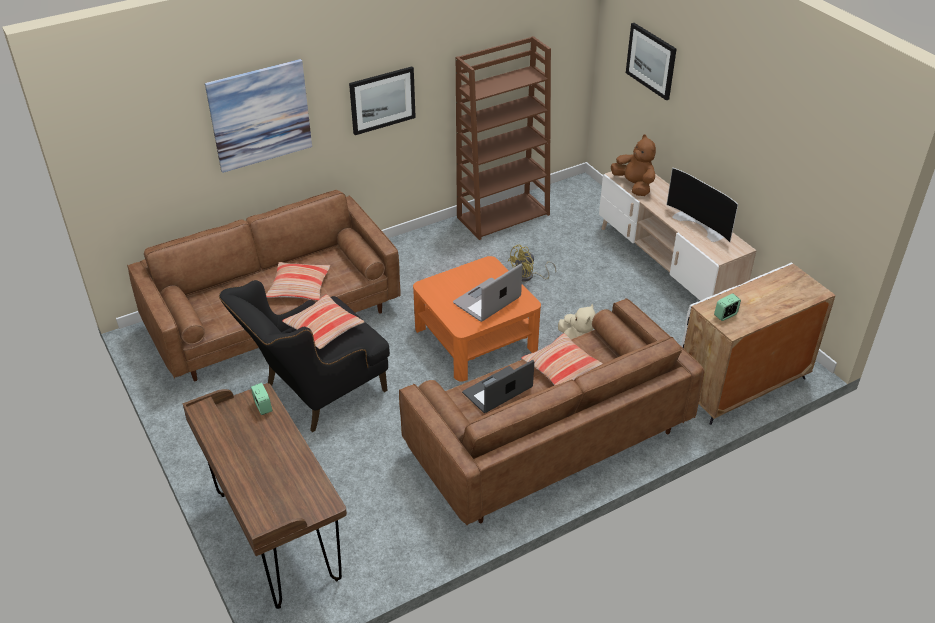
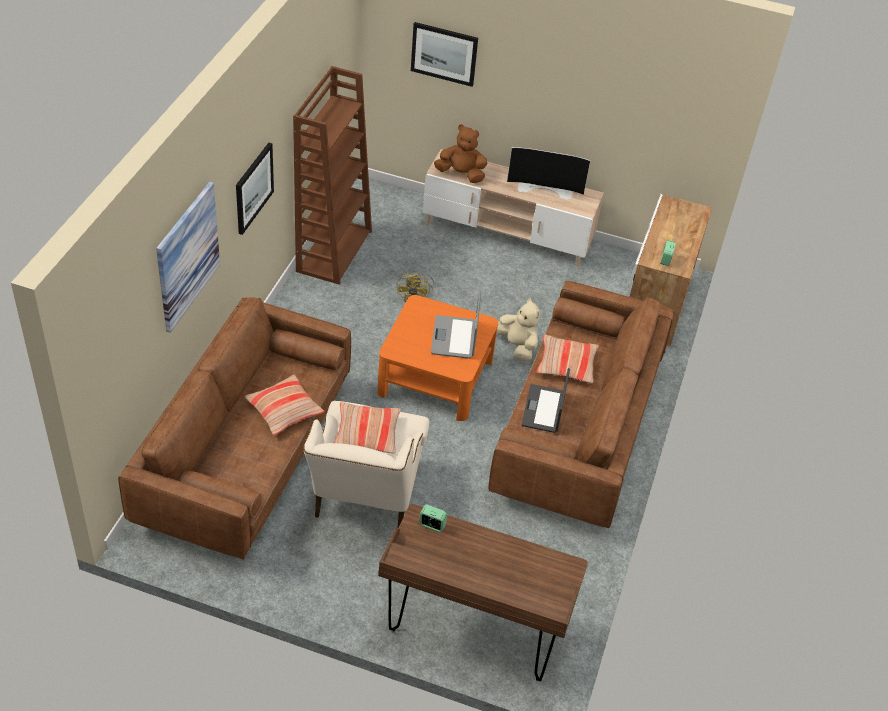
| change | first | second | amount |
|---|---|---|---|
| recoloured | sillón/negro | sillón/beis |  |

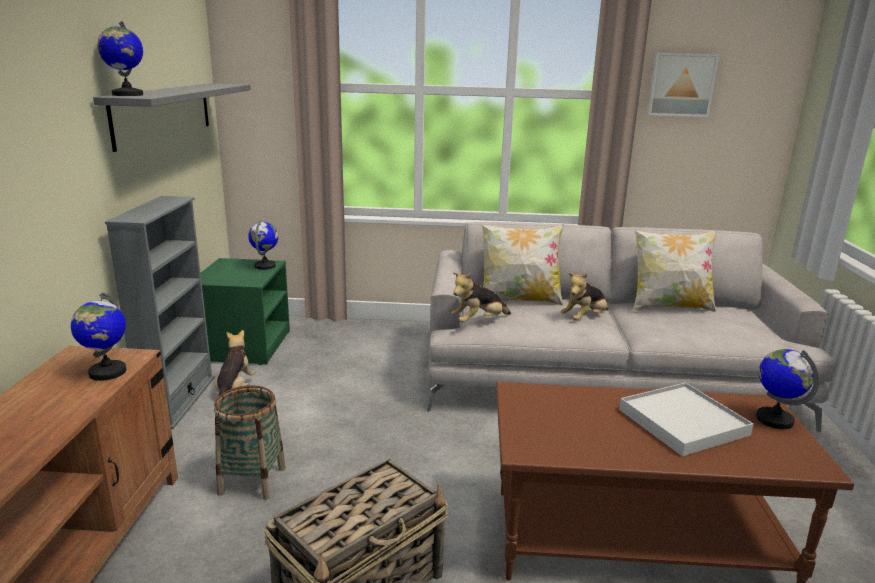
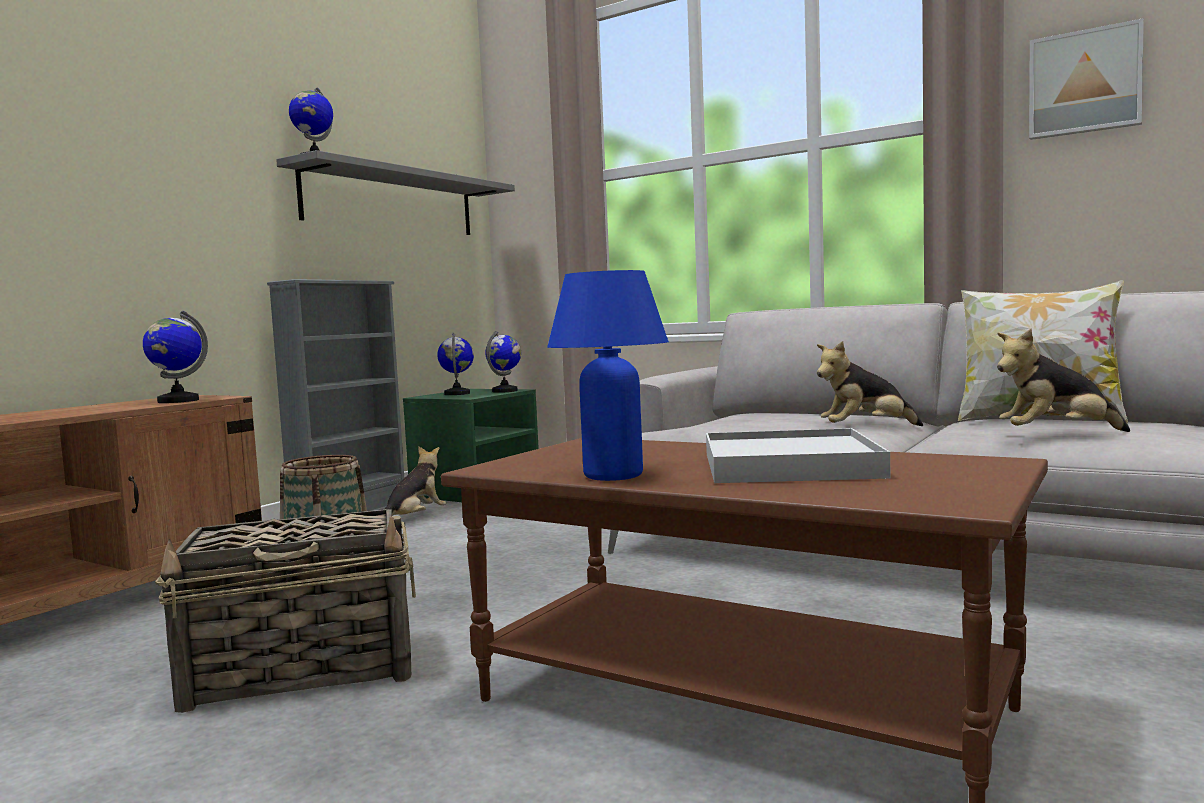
| change | first | second | amount |
|---|---|---|---|
| removed | cojín (1st from left) |  |  |
| moved | peluche (2nd from left in the first image) | peluche (3rd from left) |  |
| moved | globo terráqueo (4th from left in the first image) | globo terráqueo (3rd from left) |  |
| added |  | lámpara de mesa/azul |  |

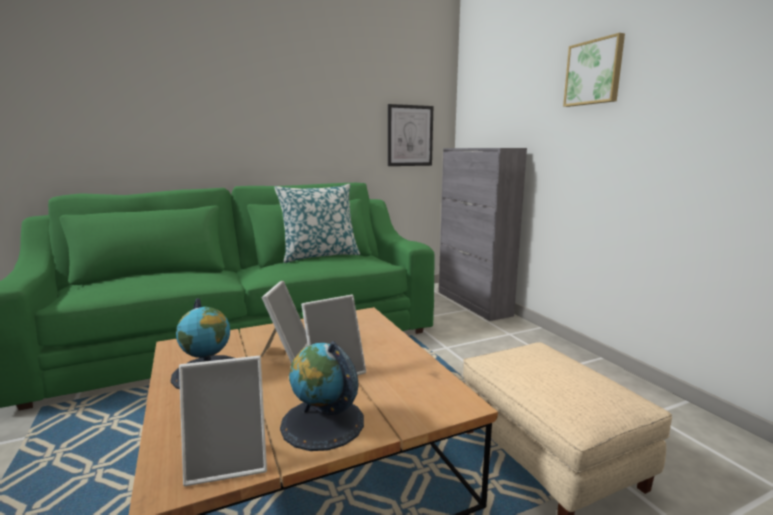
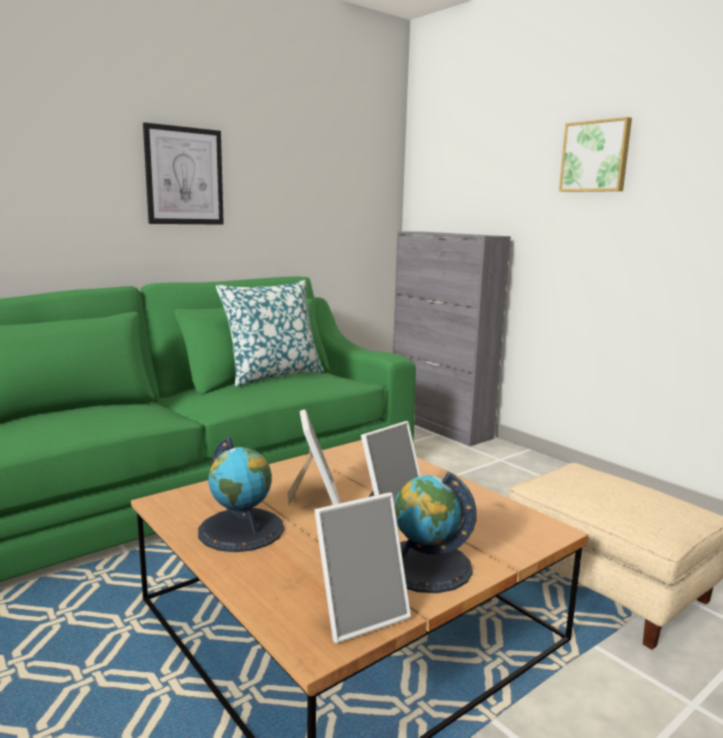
| change | first | second | amount |
|---|---|---|---|
| moved | cuadro (1st from left) |  |  |

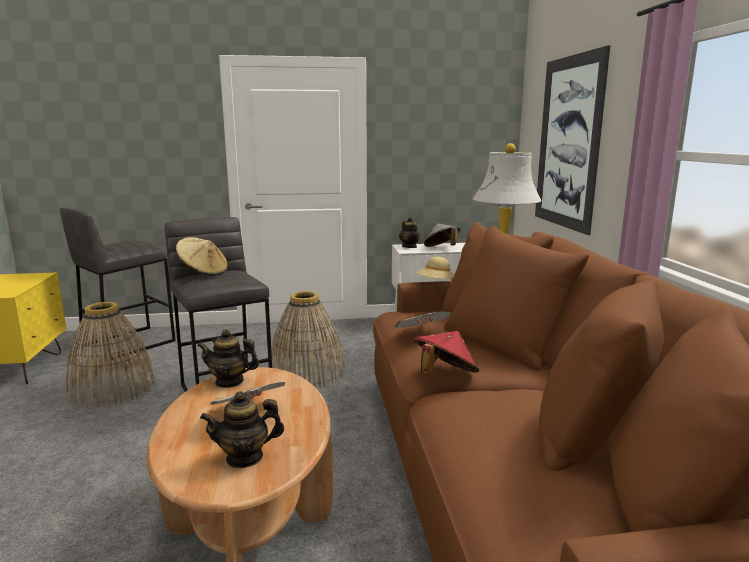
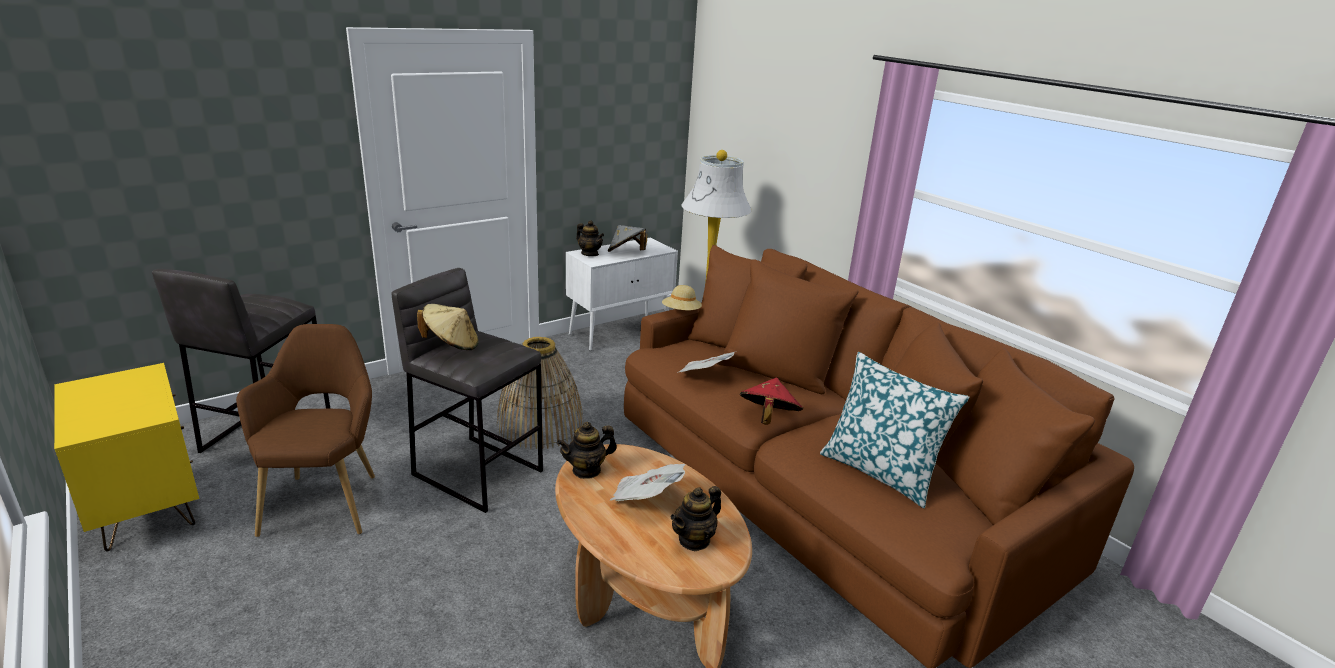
| change | first | second | amount |
|---|---|---|---|
| removed | cuadro |  |  |
| replaced | cesta (1st from left) | sillón/marrón |  |
| added |  | cojín |  |

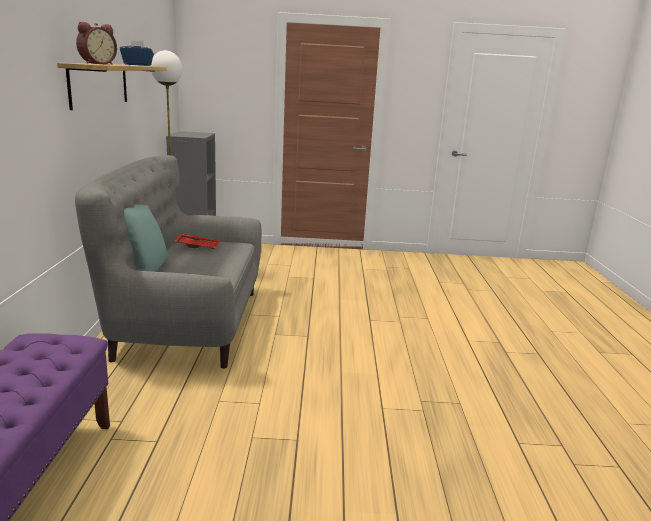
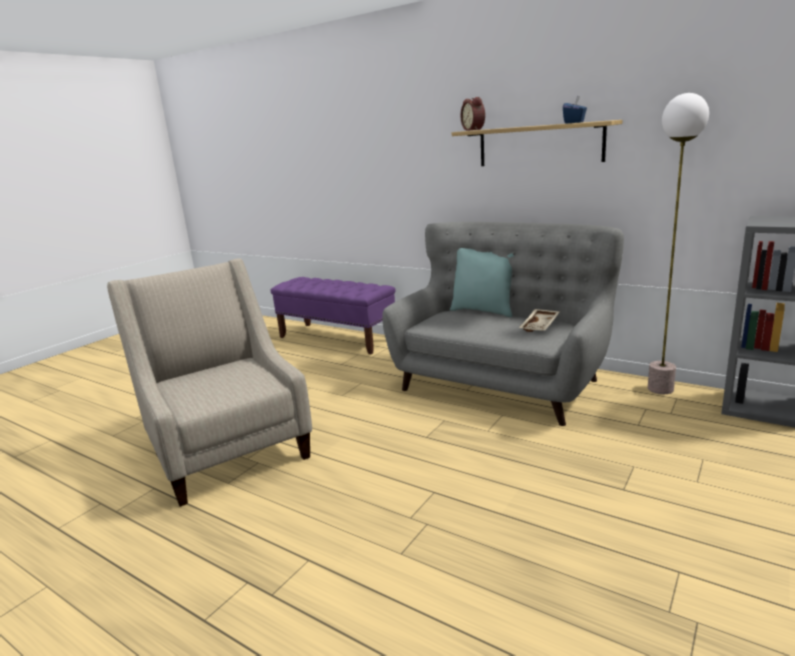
| change | first | second | amount |
|---|---|---|---|
| recoloured | bandeja/rojo | bandeja/beis |  |
| added |  | sillón/beis |  |

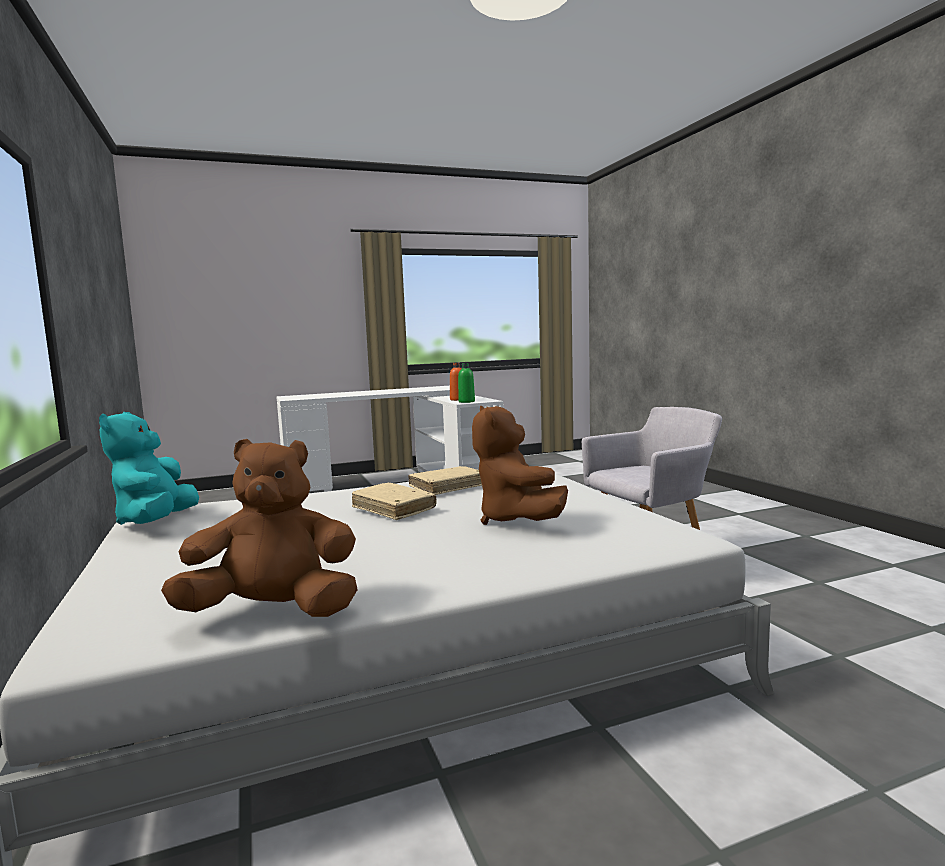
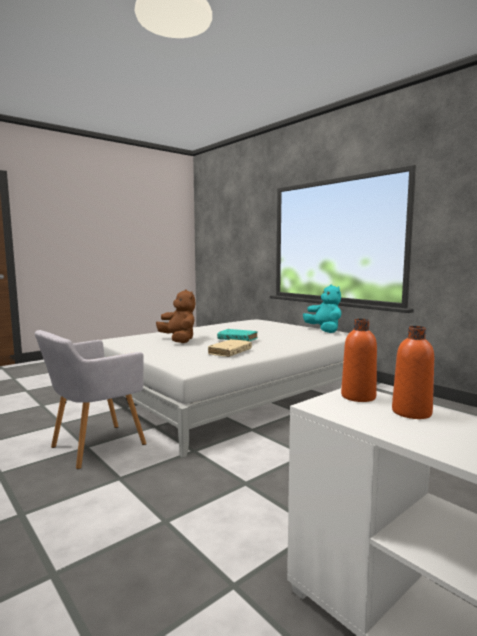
| change | first | second | amount |
|---|---|---|---|
| recoloured | botella/verde | botella/naranja (1st from left) |  |
| removed | peluche/marrón (1st from left) |  |  |
| recoloured | libro/beis (1st from left) | libro/turquesa |  |

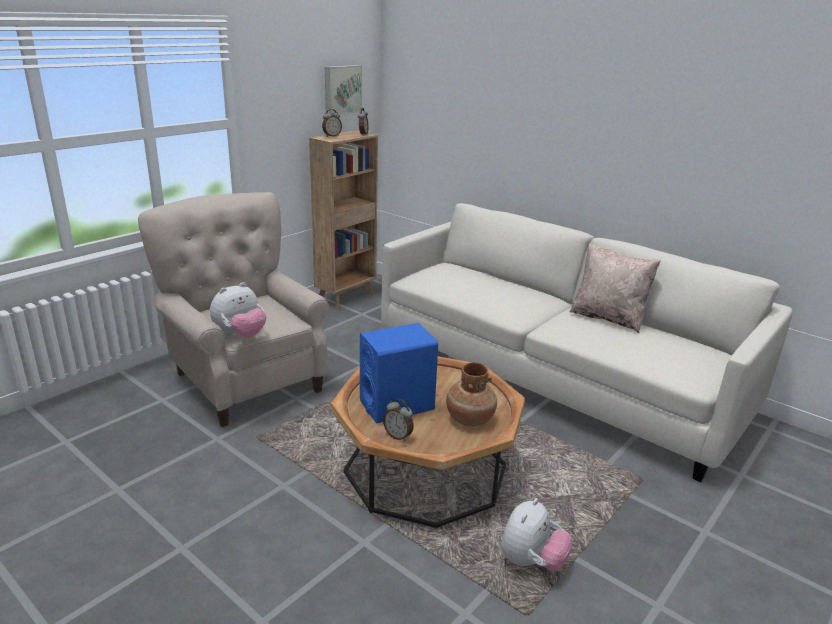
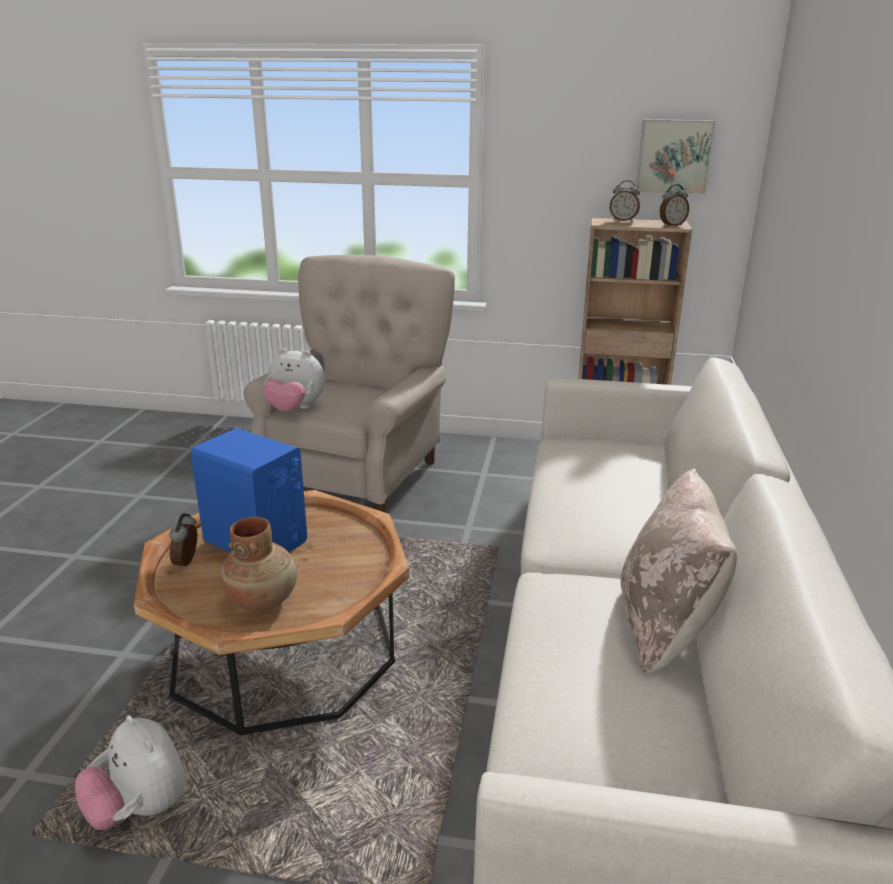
| change | first | second | amount |
|---|---|---|---|
| turned | peluche (2nd from left in the first image) | peluche (1st from left) | 45 degrees clockwise |

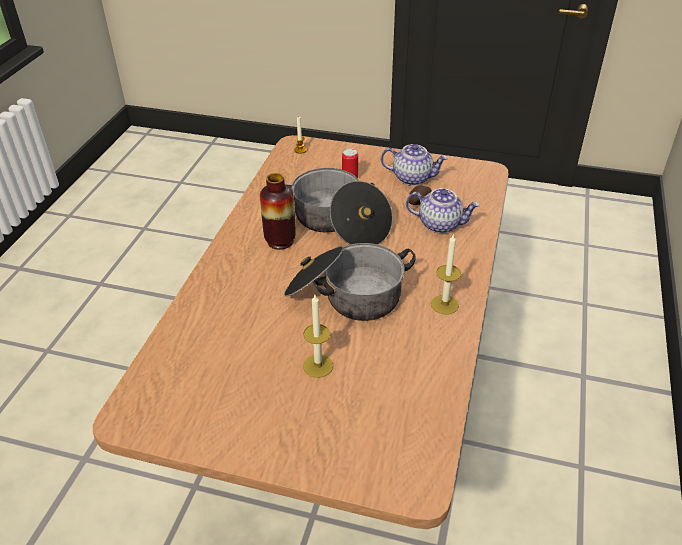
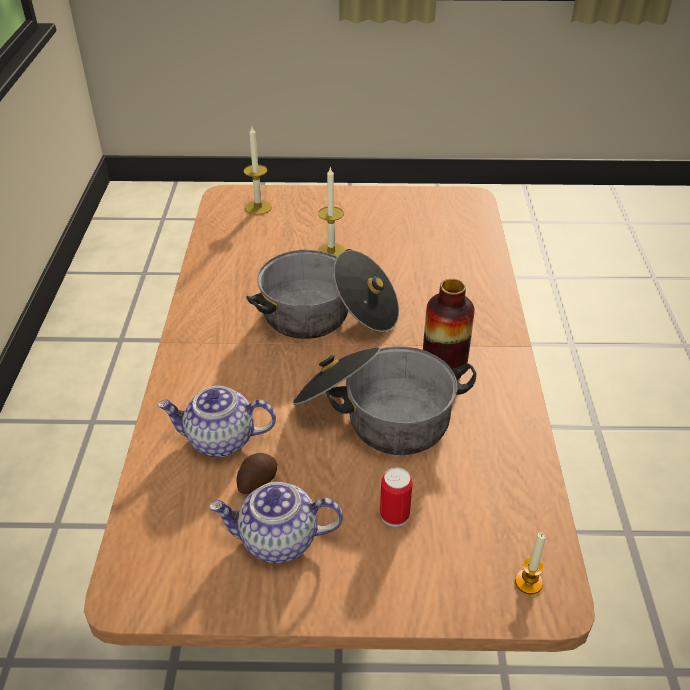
| change | first | second | amount |
|---|---|---|---|
| moved | vela (3rd from left in the first image) | vela (1st from left) |  |

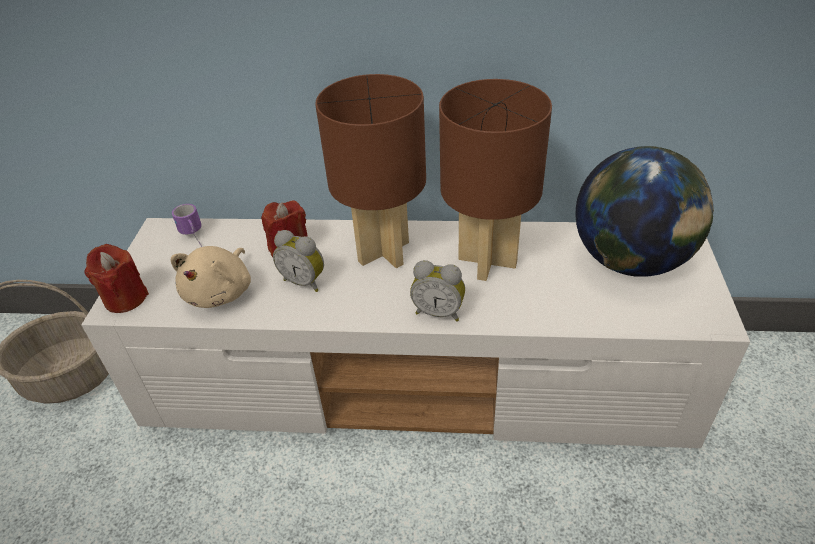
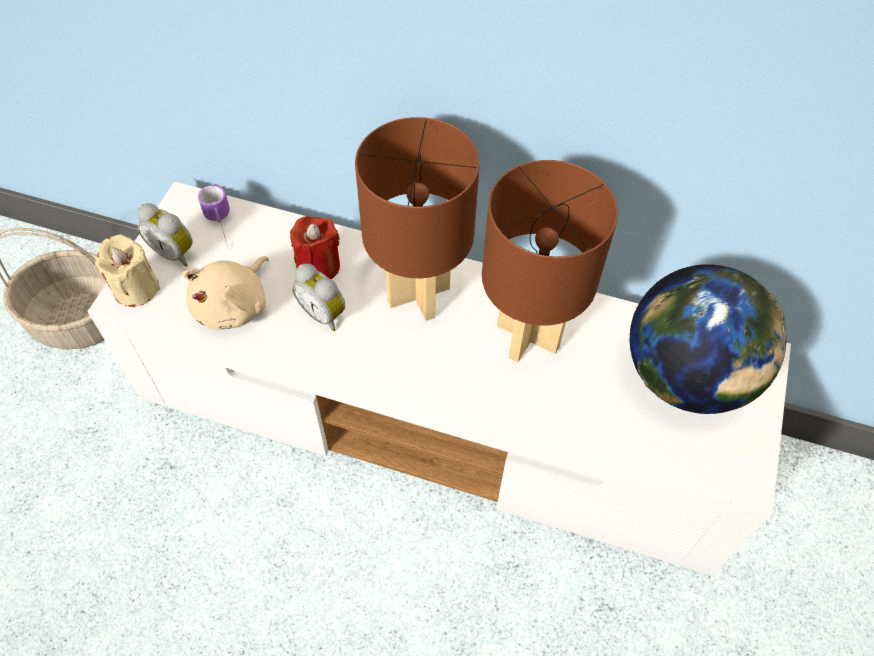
| change | first | second | amount |
|---|---|---|---|
| recoloured | vela/rojo (1st from left) | vela/beis |  |
| moved | despertador (2nd from left in the first image) | despertador (1st from left) |  |

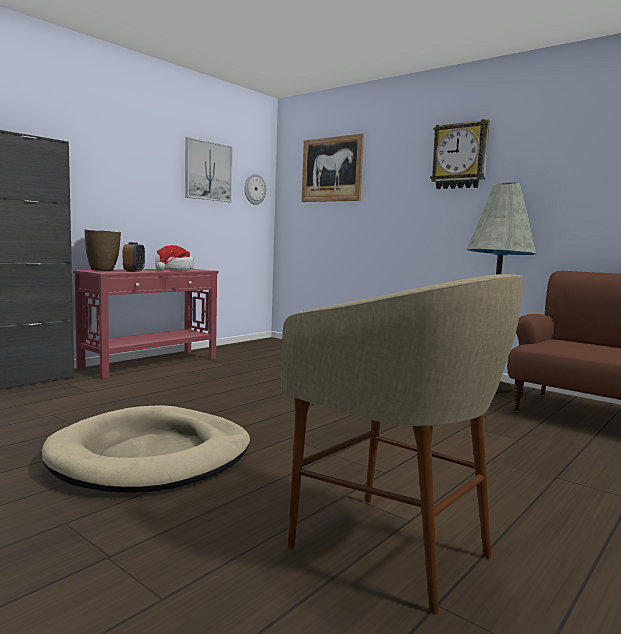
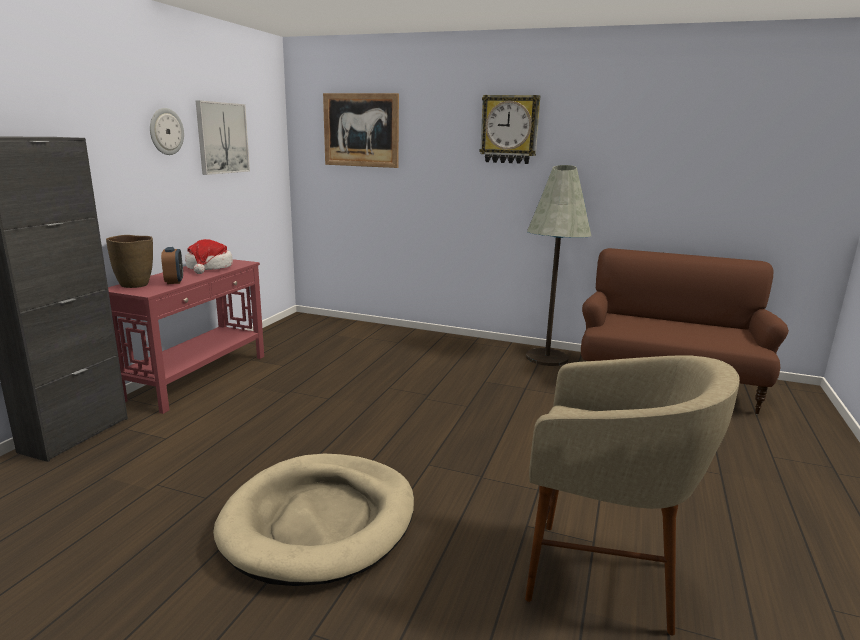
| change | first | second | amount |
|---|---|---|---|
| moved | reloj de pared (1st from left) |  |  |

